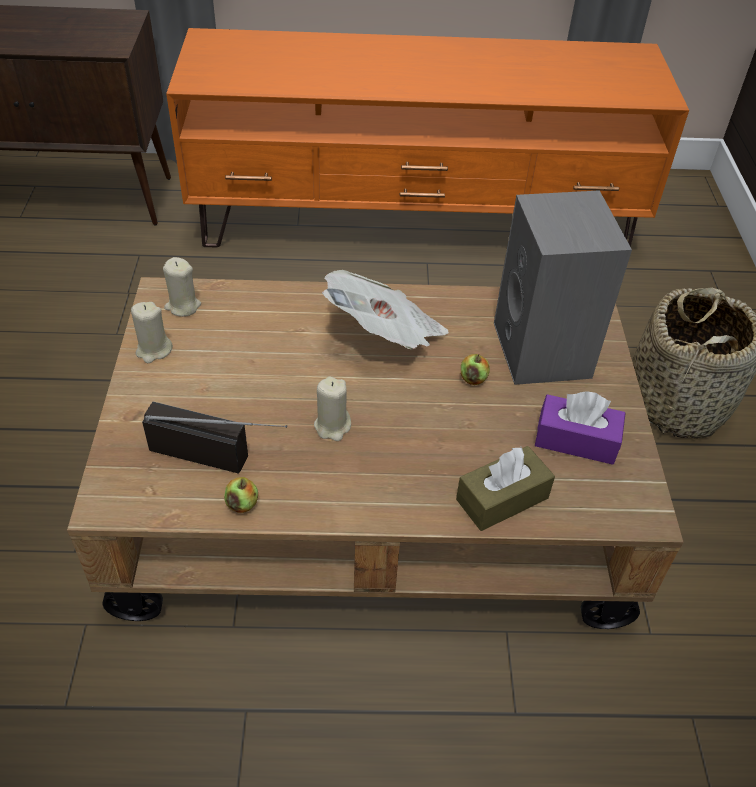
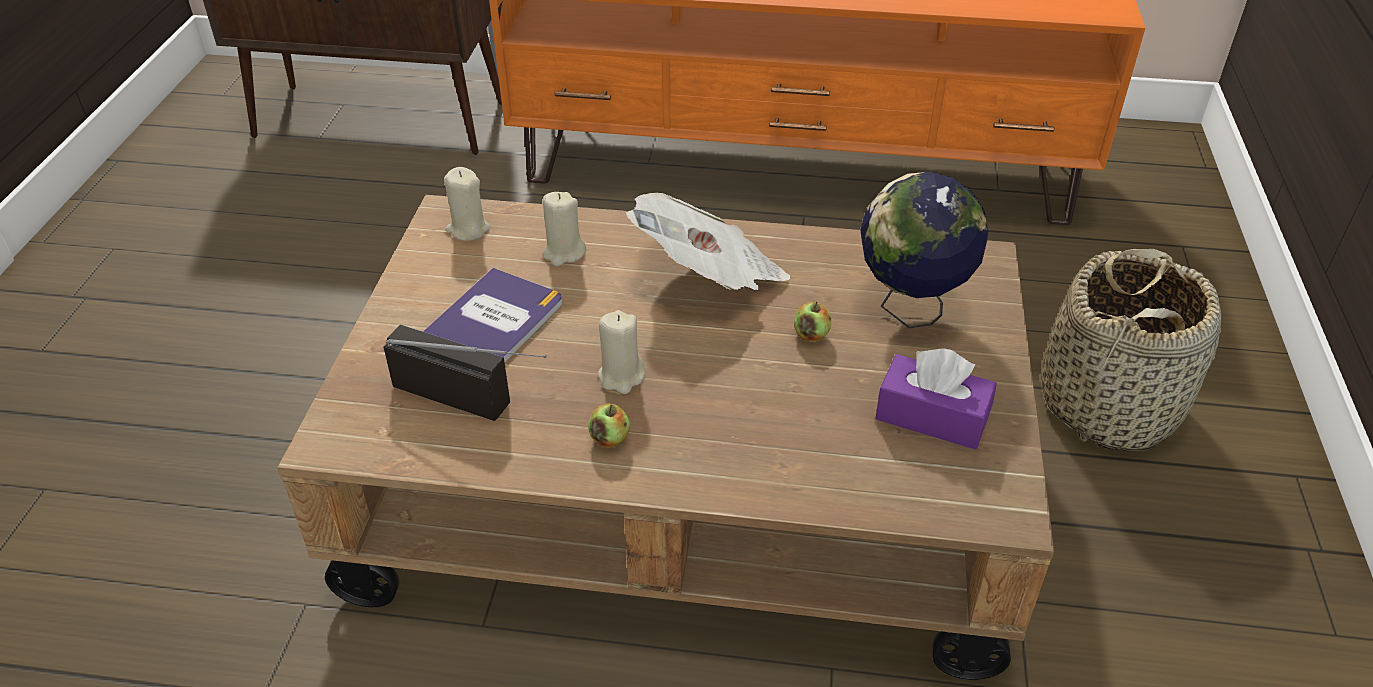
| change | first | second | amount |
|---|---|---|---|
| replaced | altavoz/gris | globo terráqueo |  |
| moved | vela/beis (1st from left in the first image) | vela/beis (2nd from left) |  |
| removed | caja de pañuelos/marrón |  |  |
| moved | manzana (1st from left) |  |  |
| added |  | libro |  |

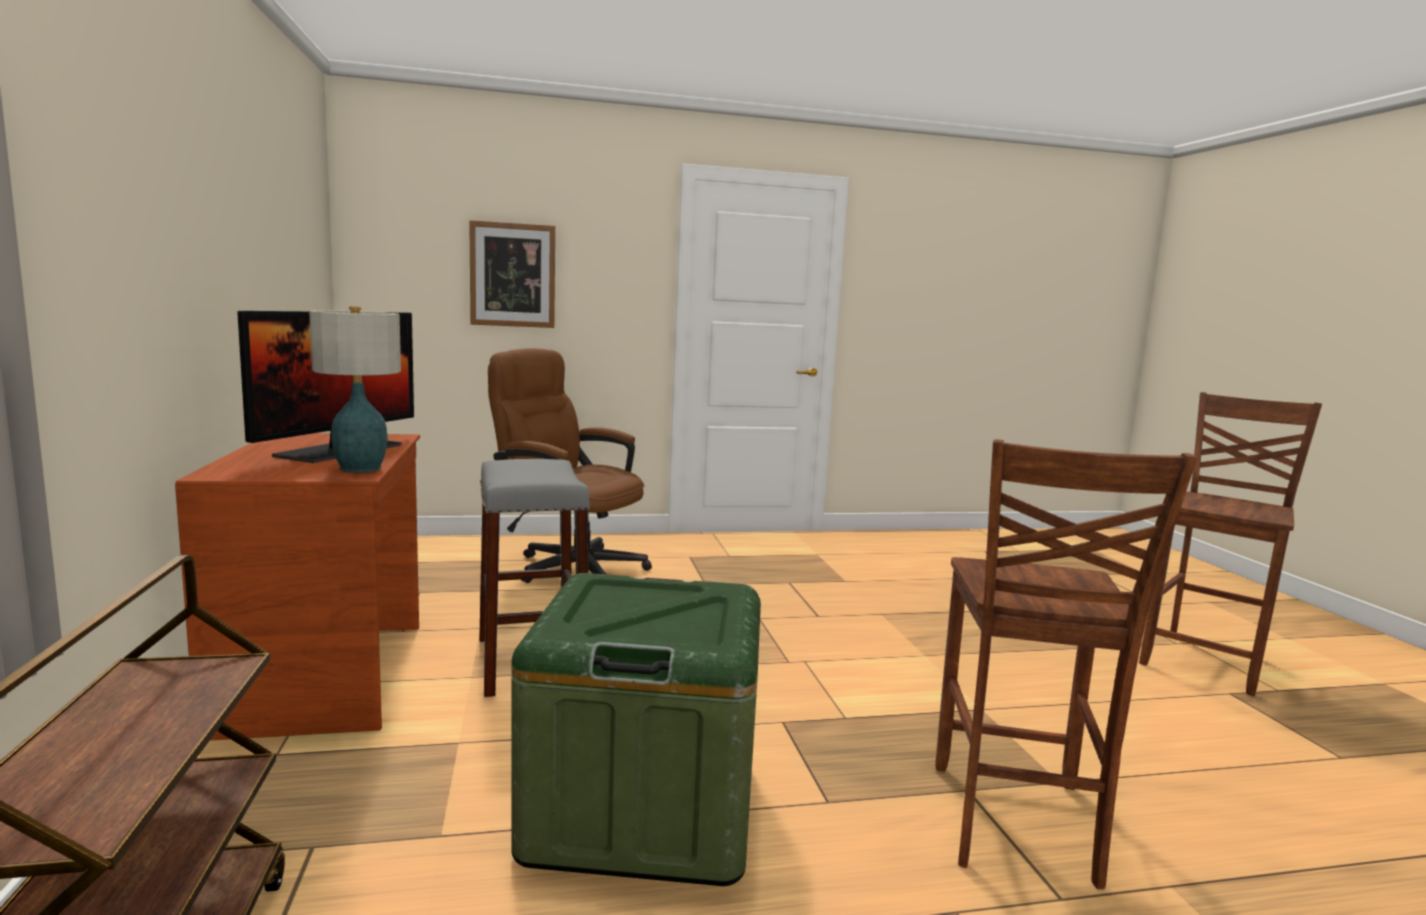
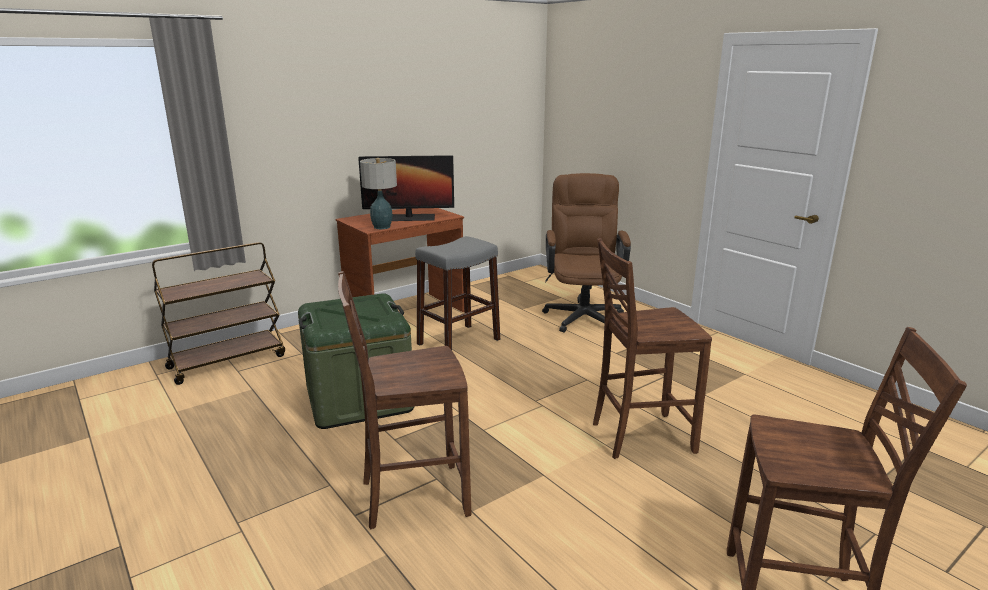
| change | first | second | amount |
|---|---|---|---|
| removed | cuadro |  |  |
| added |  | silla/marrón (2nd from left) |  |

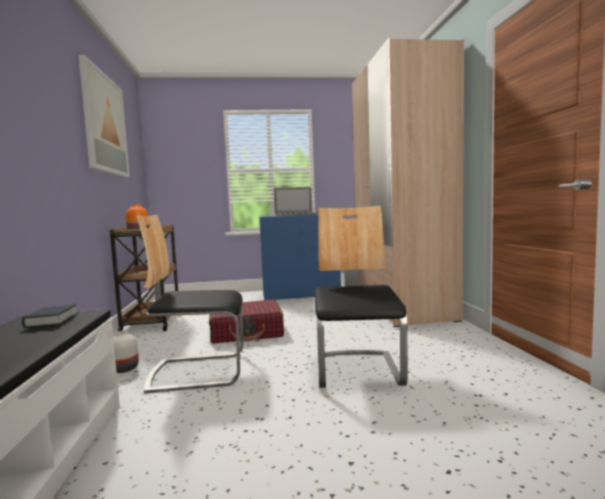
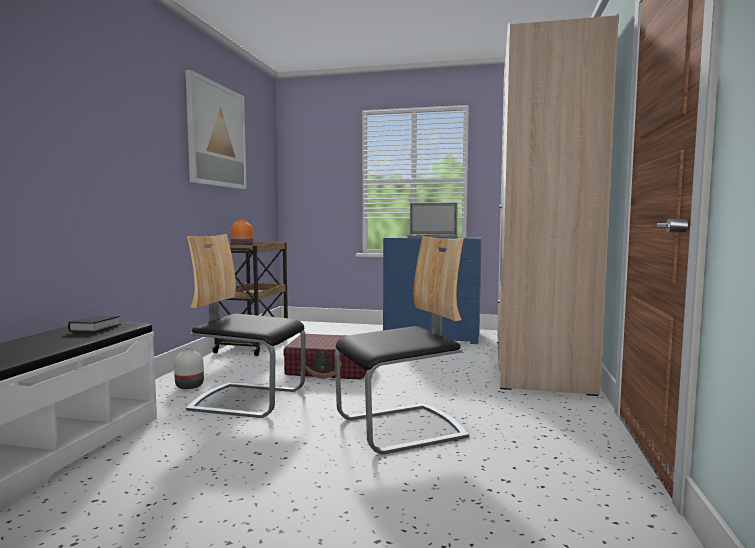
| change | first | second | amount |
|---|---|---|---|
| turned | silla (2nd from left) |  | 45 degrees clockwise |

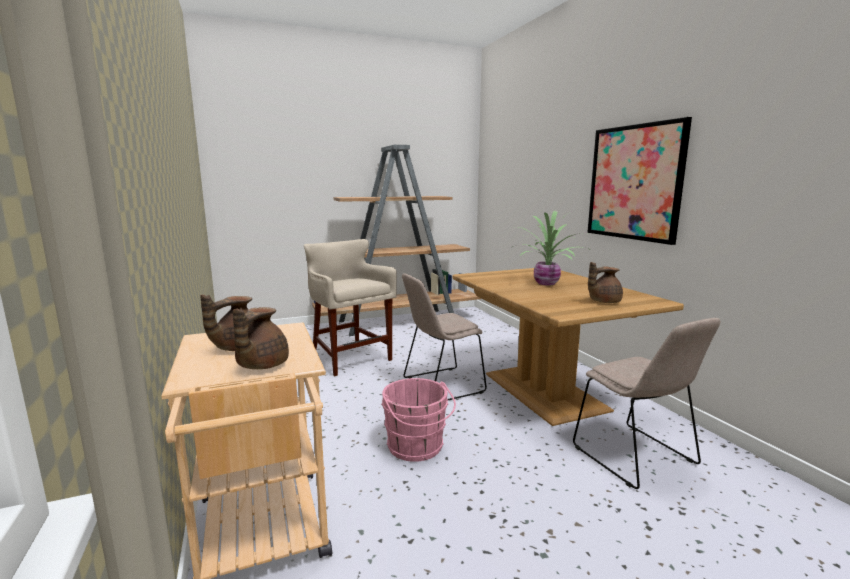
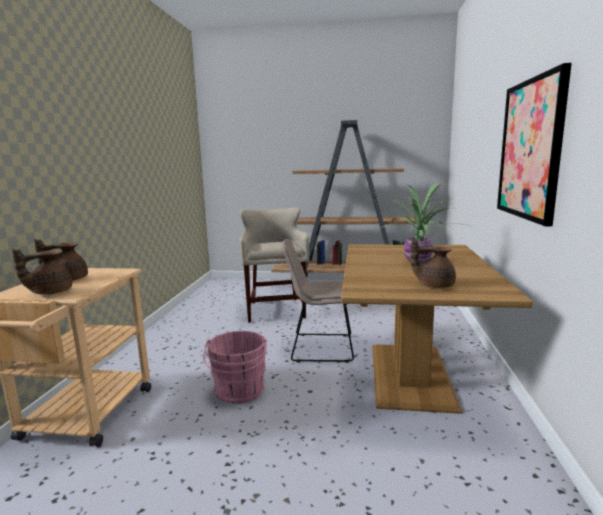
| change | first | second | amount |
|---|---|---|---|
| removed | silla/beis (2nd from left) |  |  |

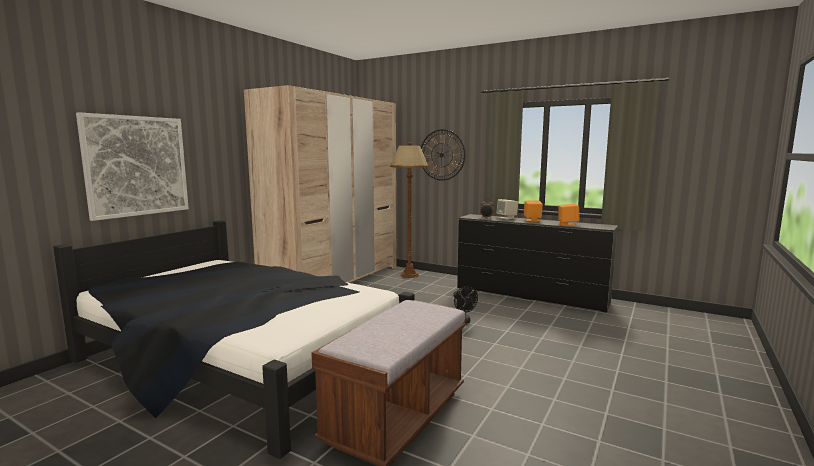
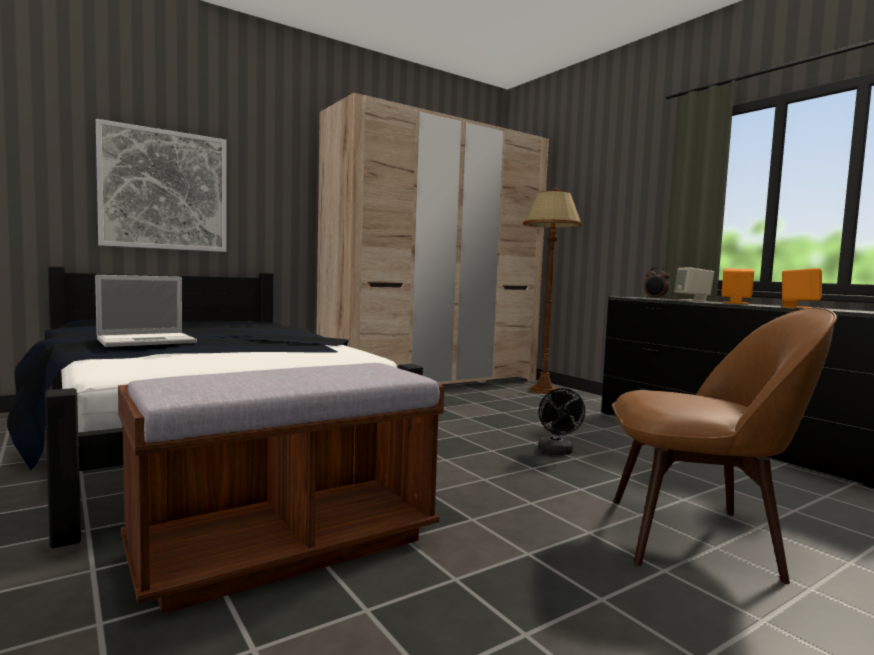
| change | first | second | amount |
|---|---|---|---|
| removed | reloj de pared |  |  |
| added |  | portátil |  |
| added |  | silla/marrón |  |

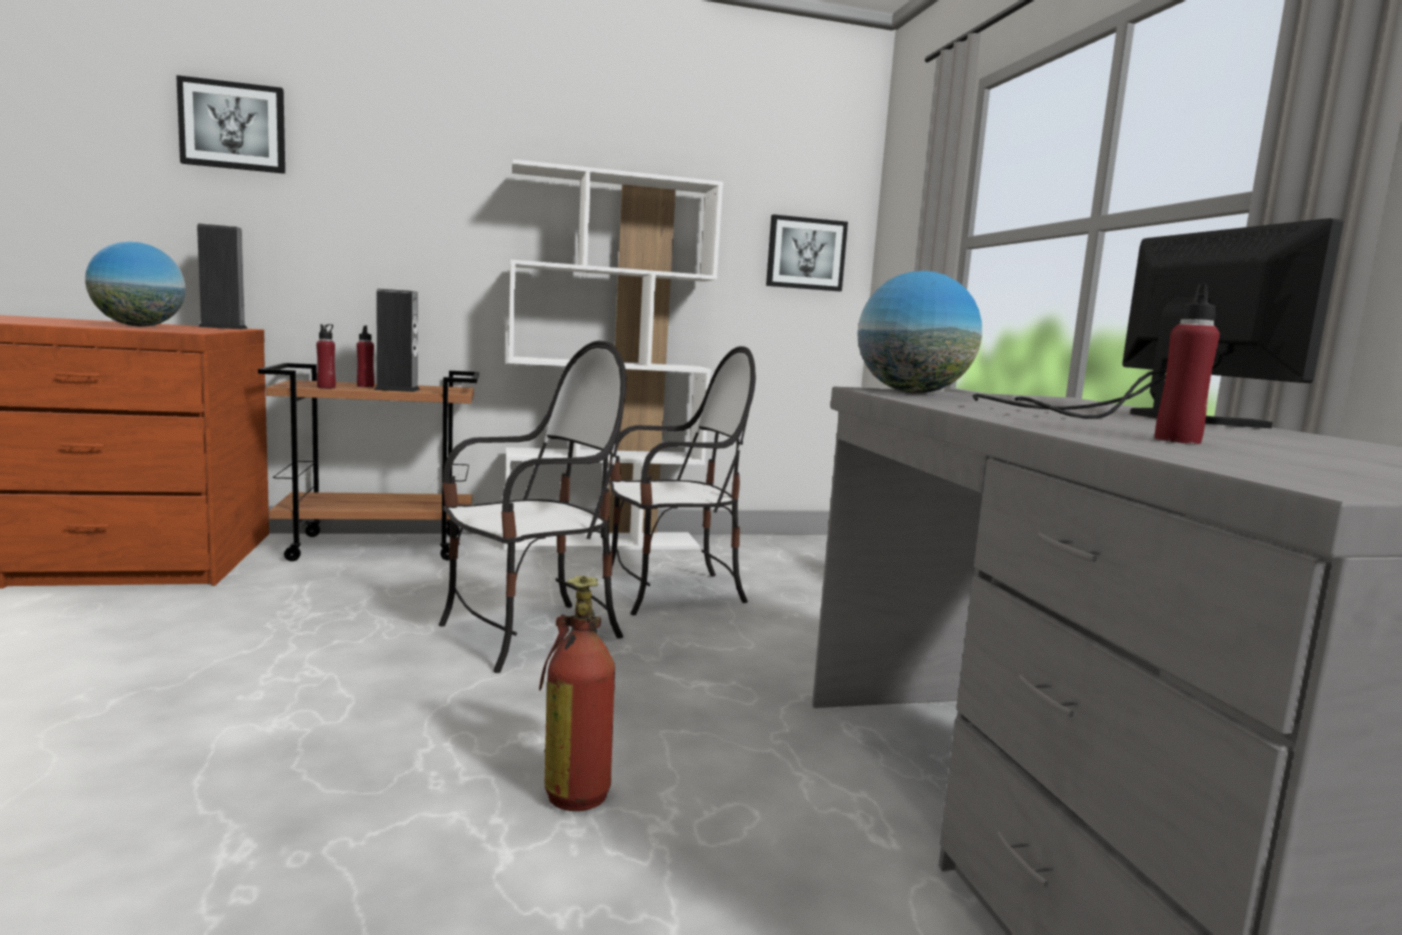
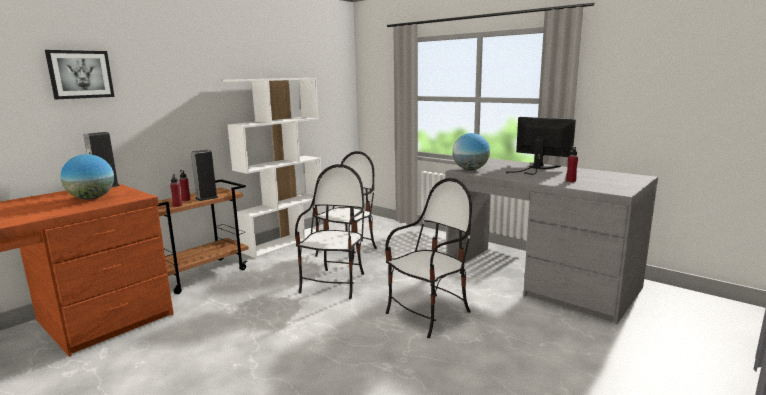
| change | first | second | amount |
|---|---|---|---|
| removed | cuadro (2nd from left) |  |  |
| replaced | extintor | silla (3rd from left) |  |

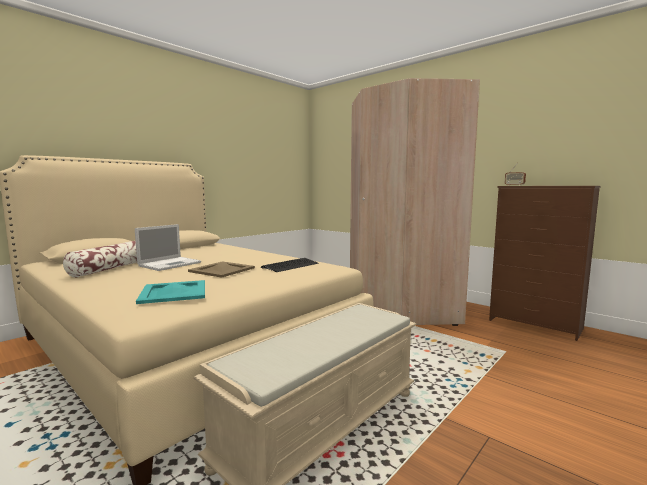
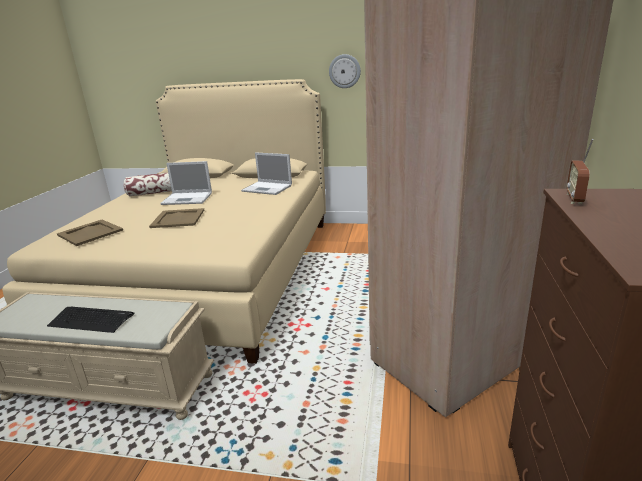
| change | first | second | amount |
|---|---|---|---|
| moved | teclado |  |  |
| recoloured | bandeja/turquesa | bandeja/beis (1st from left) |  |
| added |  | reloj de pared |  |
| added |  | portátil (2nd from left) |  |

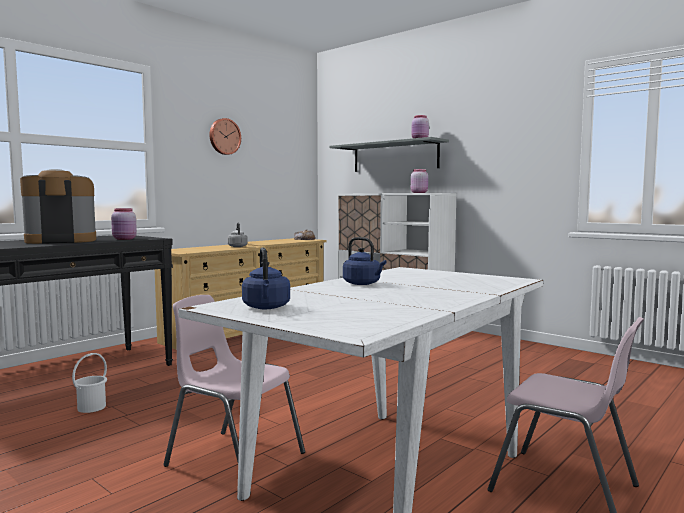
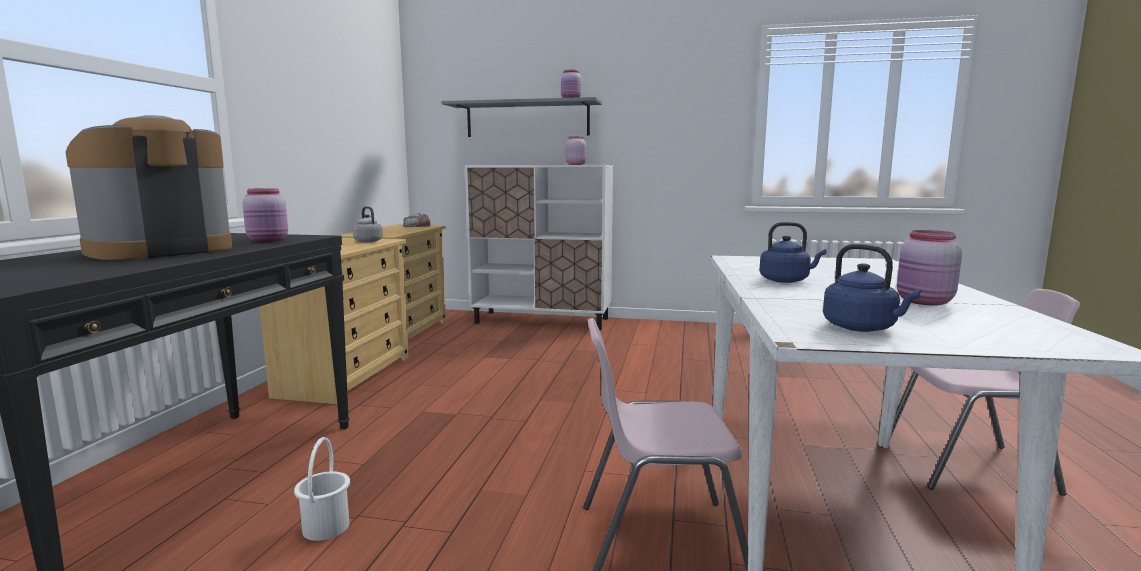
| change | first | second | amount |
|---|---|---|---|
| removed | reloj de pared |  |  |
| added |  | tarro/rosa (4th from left) |  |

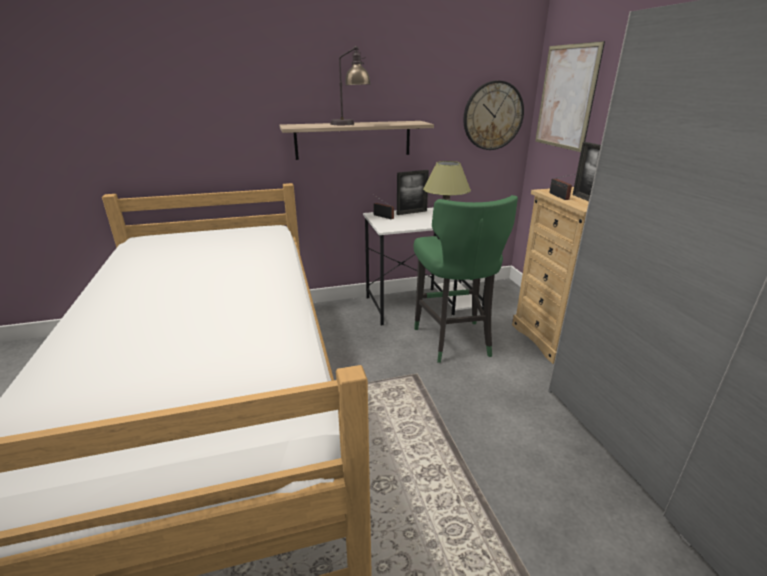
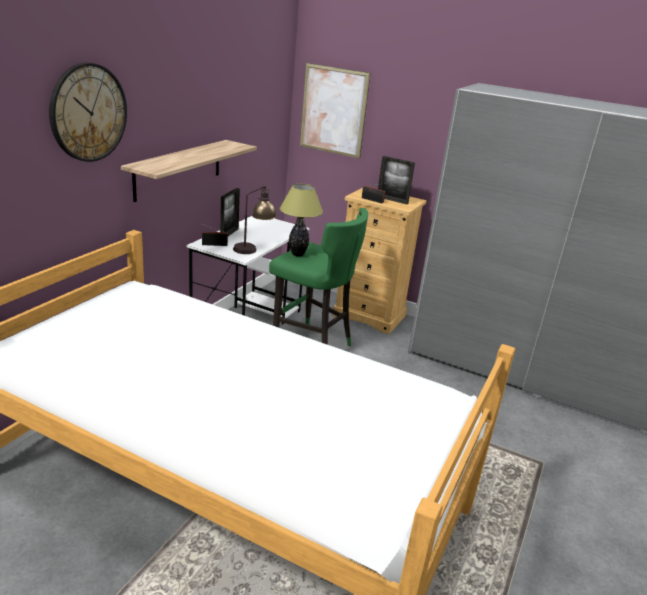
| change | first | second | amount |
|---|---|---|---|
| moved | lámpara de mesa (1st from left) |  |  |
| moved | reloj de pared |  |  |

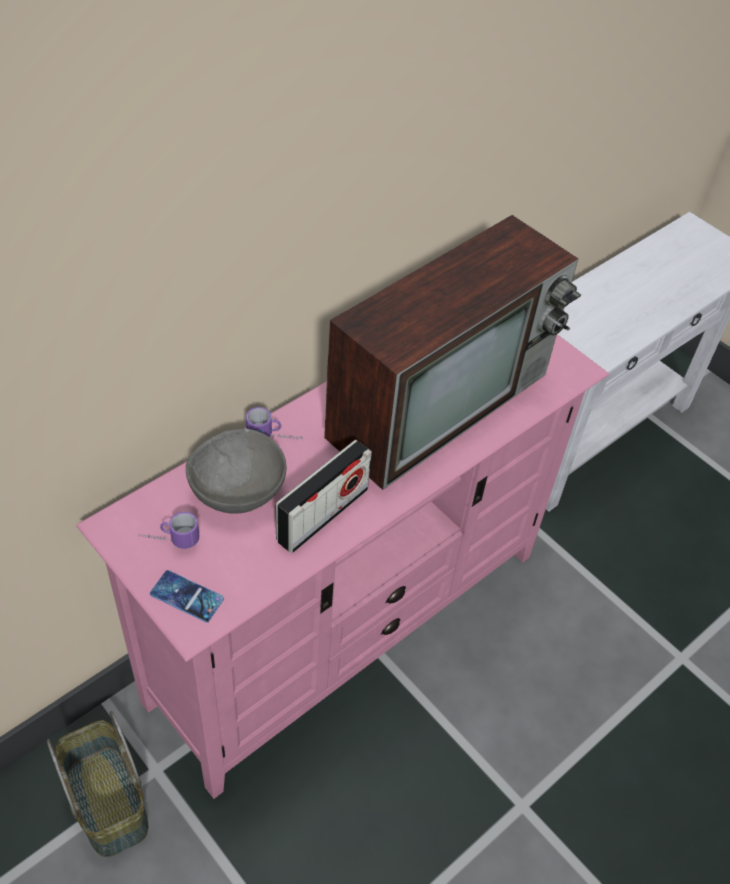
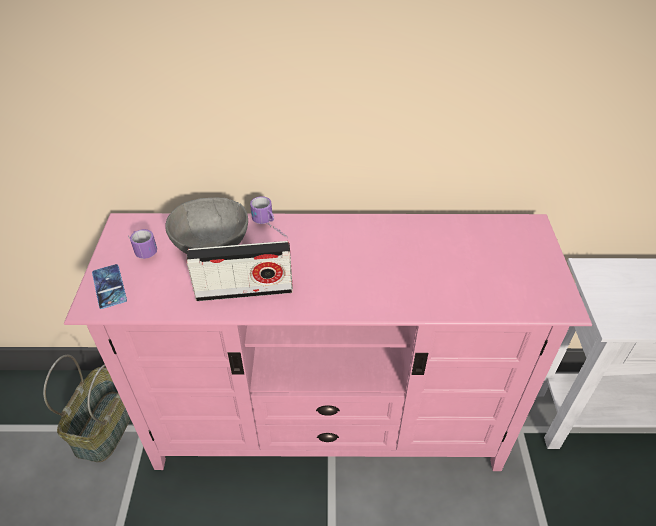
| change | first | second | amount |
|---|---|---|---|
| removed | televisor |  |  |

